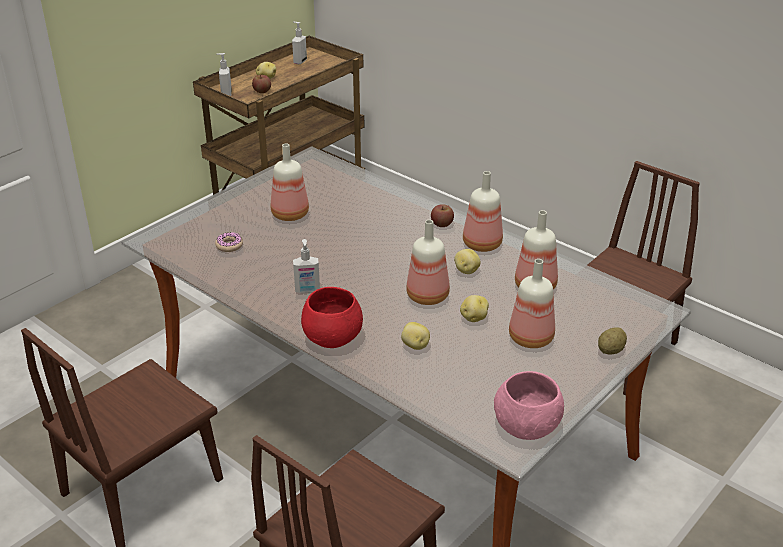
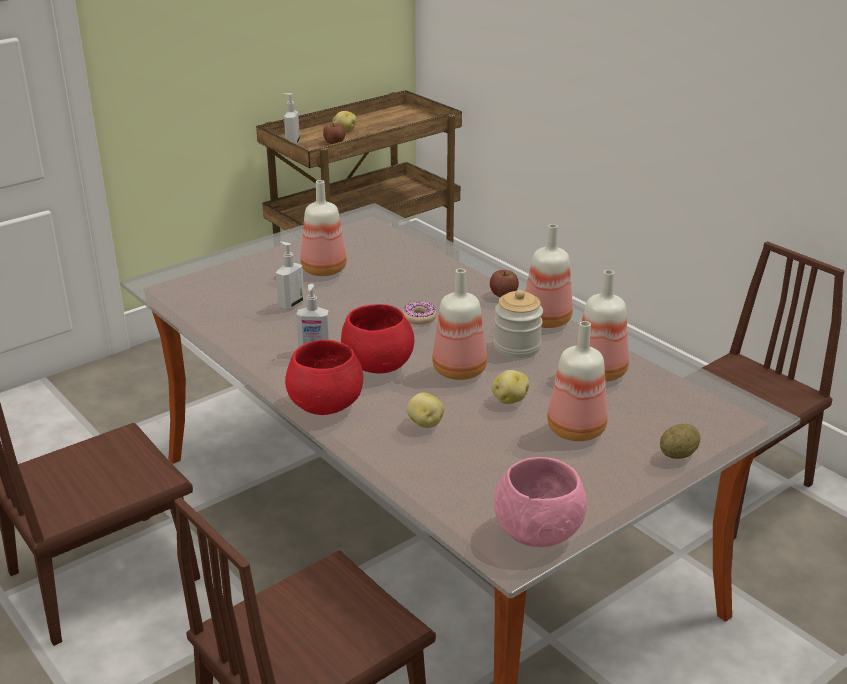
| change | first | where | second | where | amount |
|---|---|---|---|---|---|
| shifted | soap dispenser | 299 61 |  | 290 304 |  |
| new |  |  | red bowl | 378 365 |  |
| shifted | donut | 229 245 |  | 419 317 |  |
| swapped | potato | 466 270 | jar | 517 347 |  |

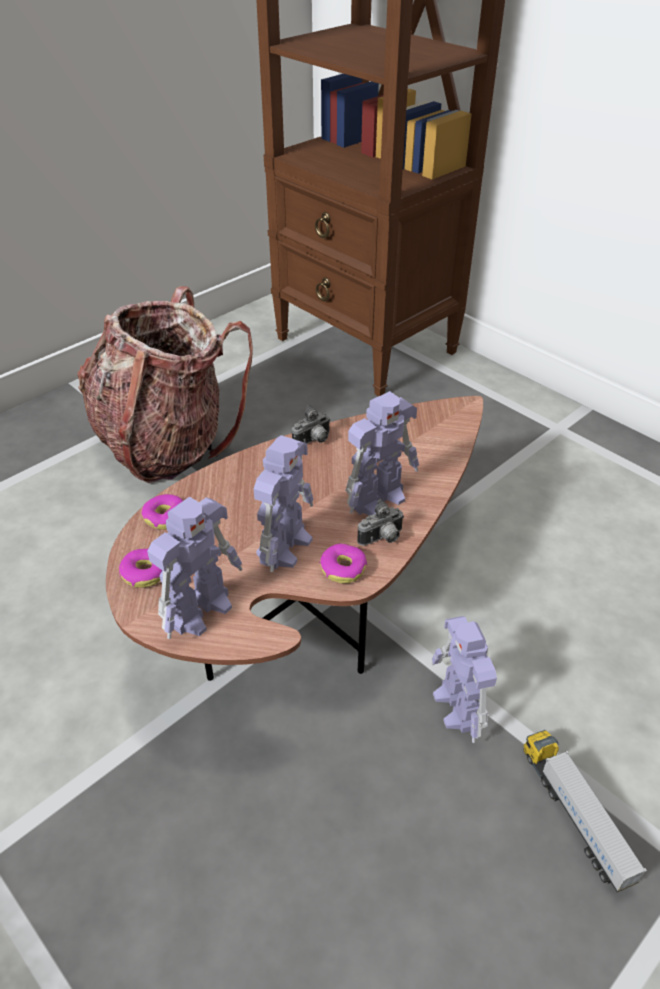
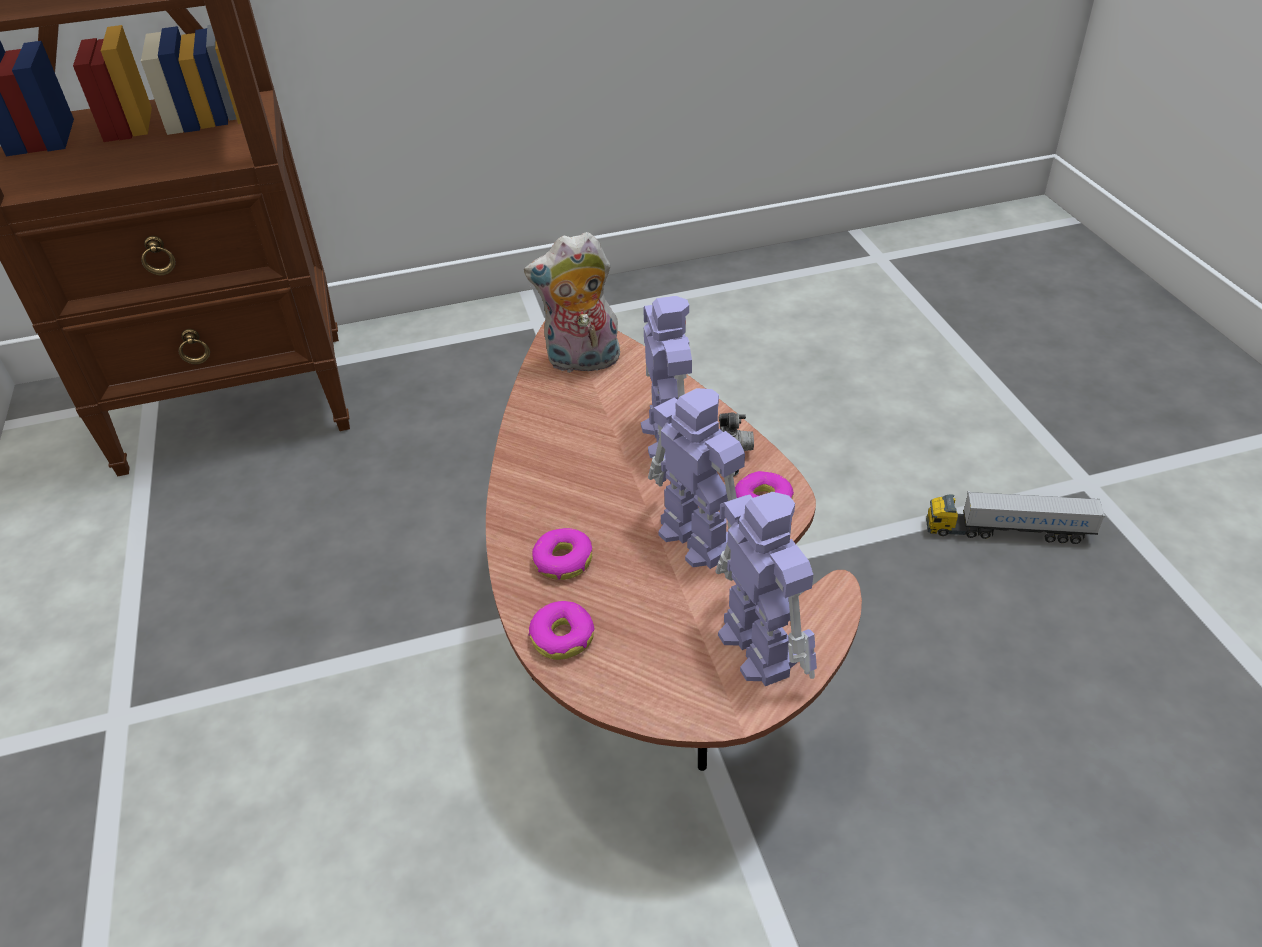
| change | first | where | second | where | amount |
|---|---|---|---|---|---|
| new |  |  | plush toy | 582 362 |  |
| shifted | donut | 144 573 |  | 563 561 |  |
| gone | backpack | 167 444 |  |  |  |
| gone | photo camera | 313 441 |  |  |  |
| gone | toy robot | 458 708 |  |  |  |

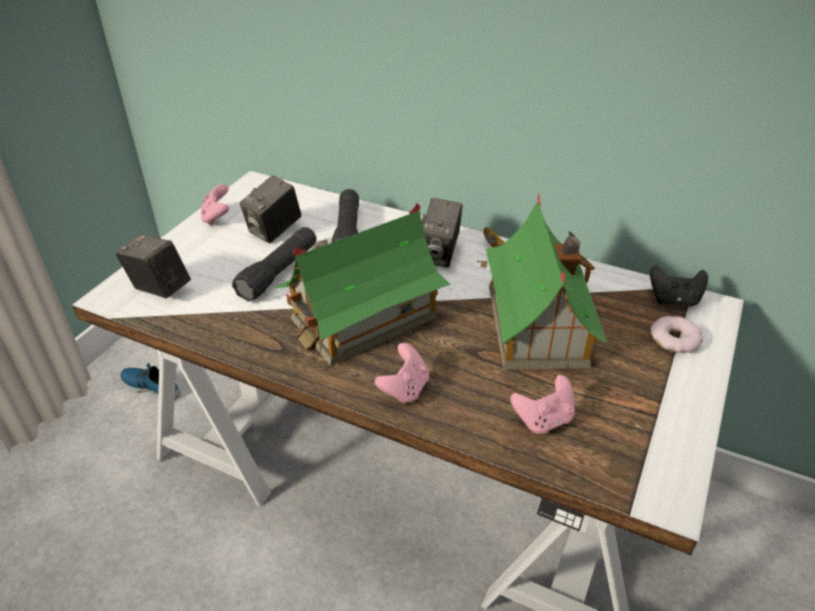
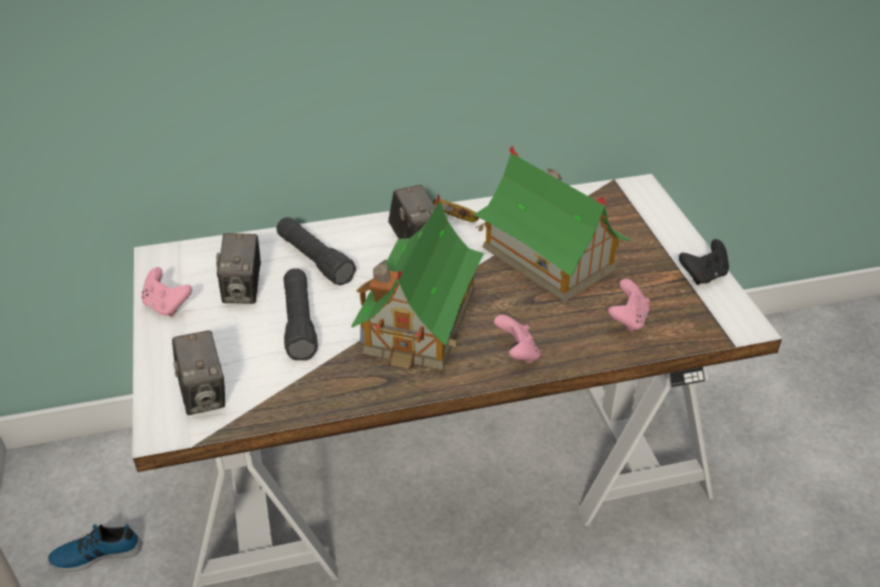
| change | first | where | second | where | amount |
|---|---|---|---|---|---|
| rotated | photo camera | 159 288 |  | 204 395 | 105 degrees counterclockwise |
| shifted | black game controller | 674 300 |  | 703 276 |  |
| gone | donut | 675 339 |  |  |  |

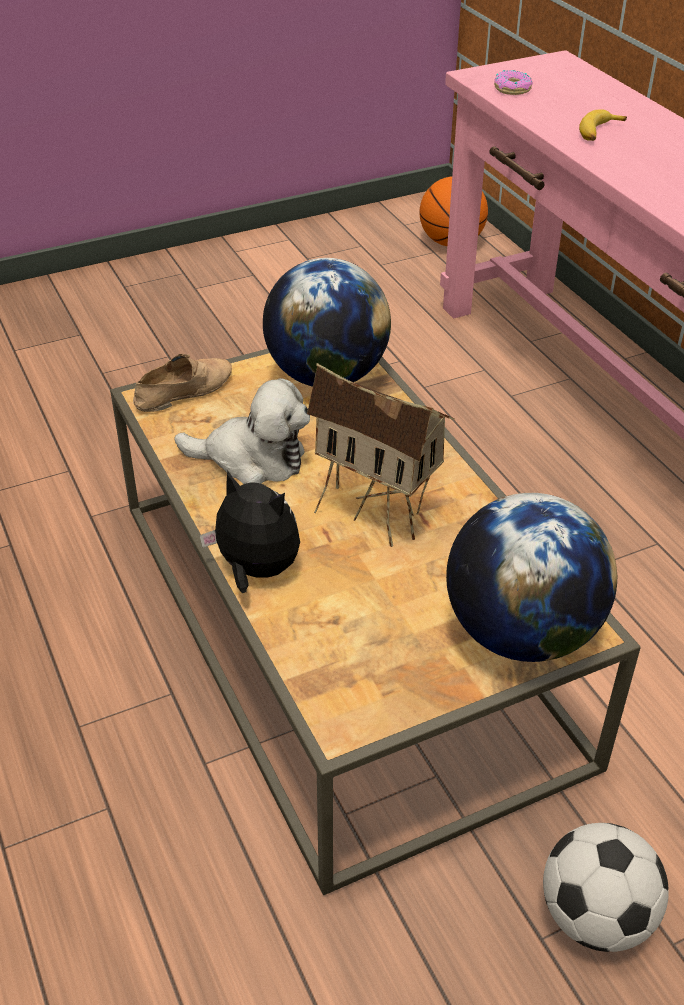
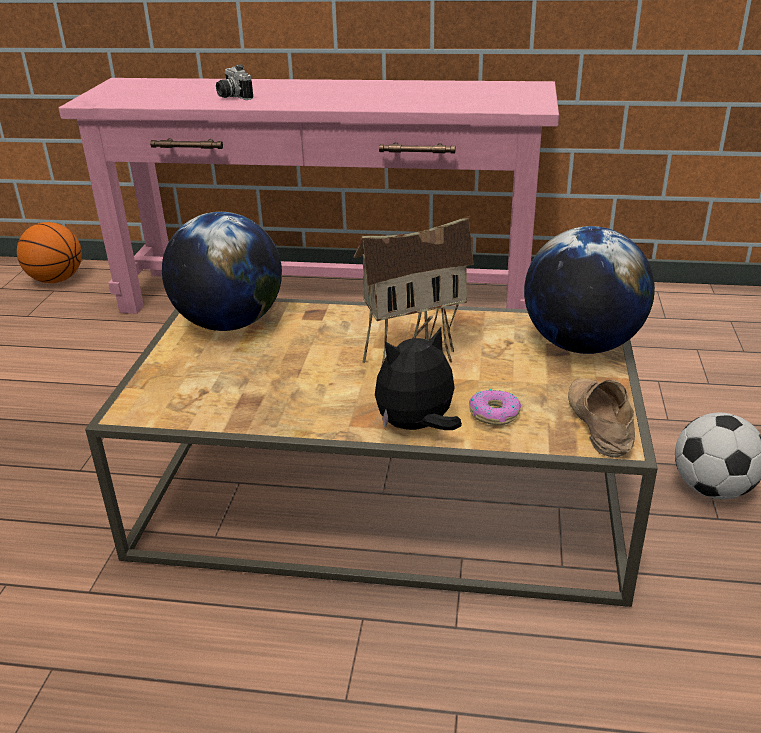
| change | first | where | second | where | amount |
|---|---|---|---|---|---|
| swapped | banana | 599 133 | photo camera | 232 97 |  |
| shifted | donut | 512 89 |  | 494 413 |  |
| shifted | beige shoe | 183 390 |  | 597 422 |  |
| gone | plush toy | 252 459 |  |  |  |

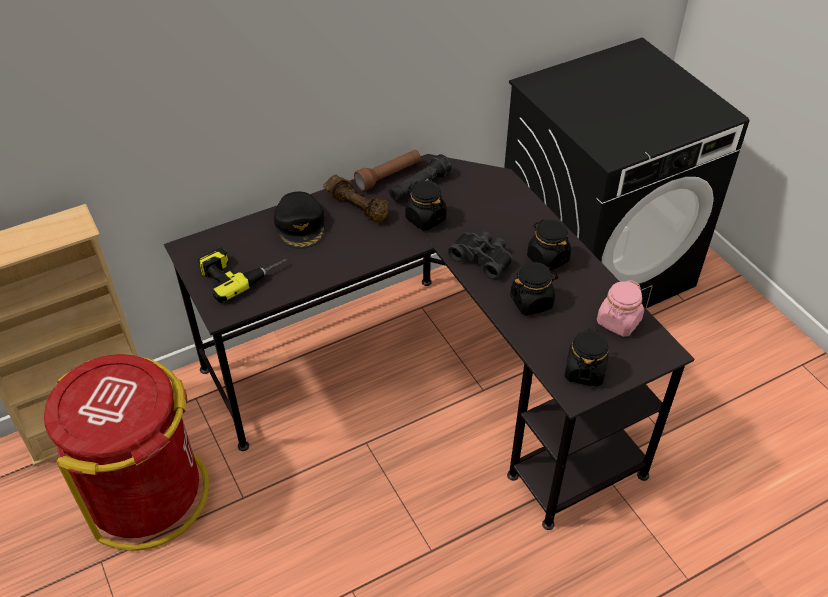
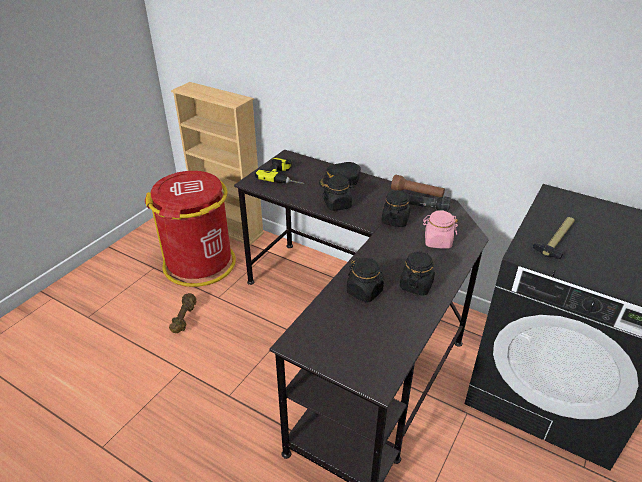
| change | first | where | second | where | amount |
|---|---|---|---|---|---|
| shifted | brown dumbbell | 358 207 |  | 184 318 |  |
| shifted | black jar | 584 371 |  | 338 204 |  |
| shifted | pink jar | 618 322 |  | 437 241 |  |
| new |  |  | hammer | 556 239 |  |
| gone | black binoculars | 482 258 |  |  |  |

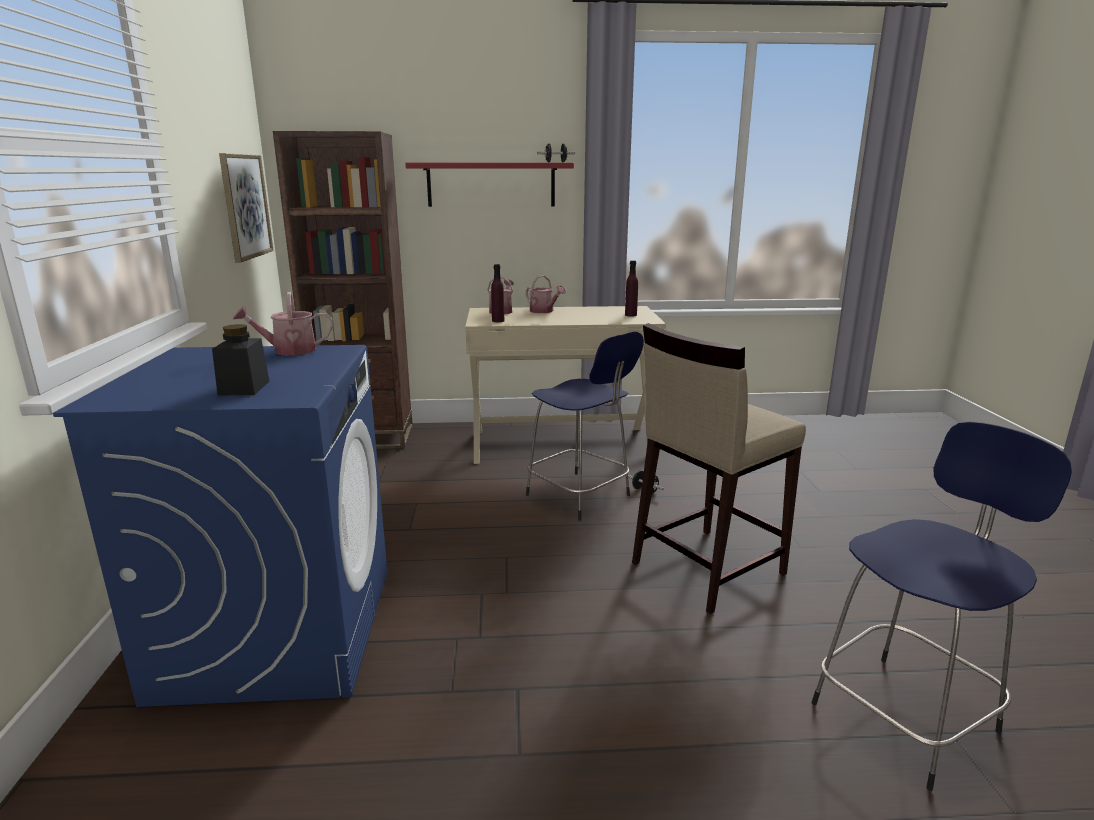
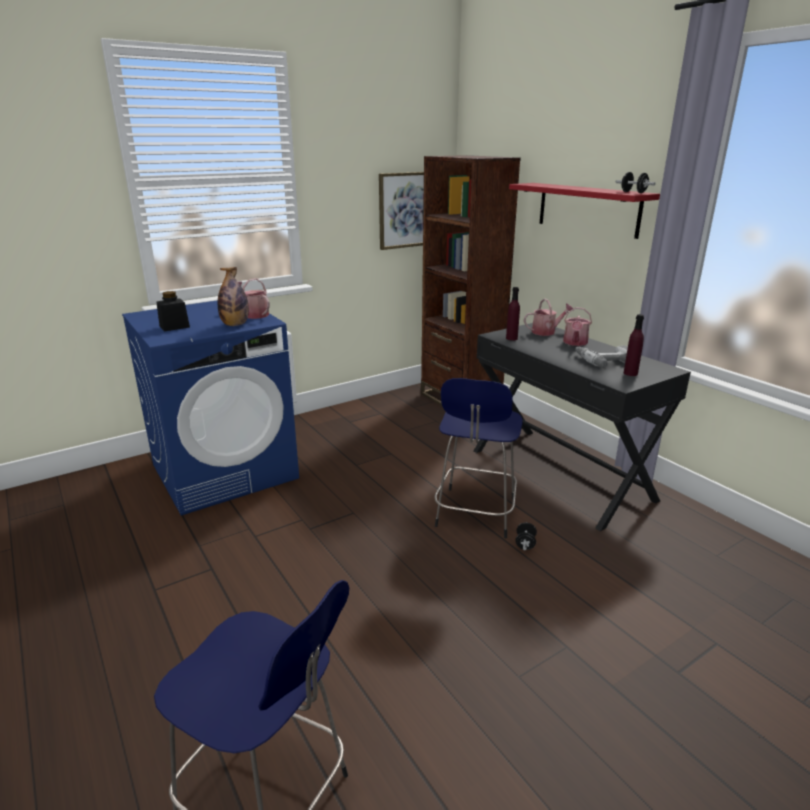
| change | first | where | second | where | amount |
|---|---|---|---|---|---|
| new |  |  | bottle | 235 325 |  |
| repainted | beige desk | 561 444 | black desk | 561 474 |  |
| new |  |  | power drill | 604 360 |  |
| gone | beige stool | 706 568 |  |  |  |

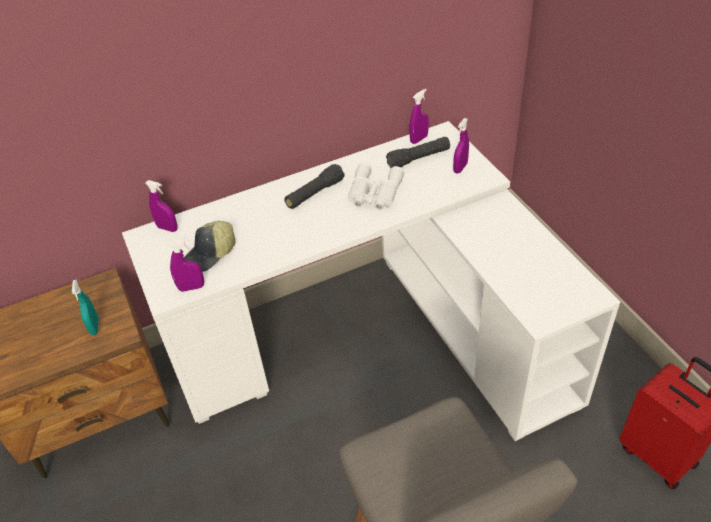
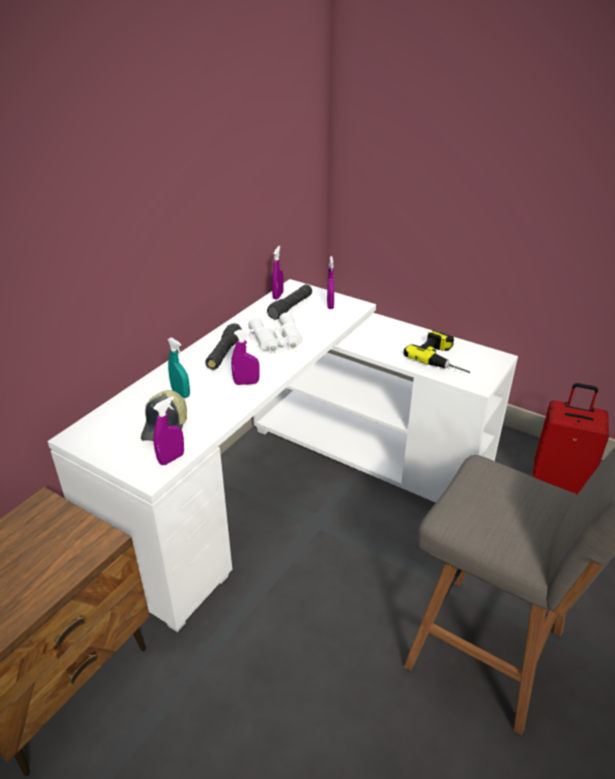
| change | first | where | second | where | amount |
|---|---|---|---|---|---|
| shifted | turquoise spray bottle | 94 327 |  | 181 393 |  |
| shifted | purple spray bottle | 167 228 |  | 246 383 |  |
| new |  |  | power drill | 444 358 |  |

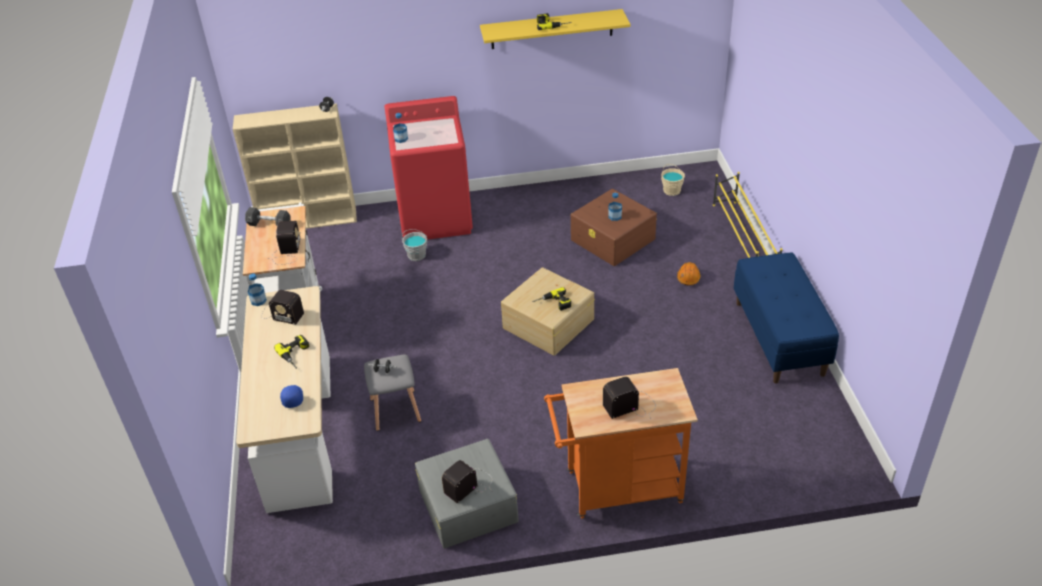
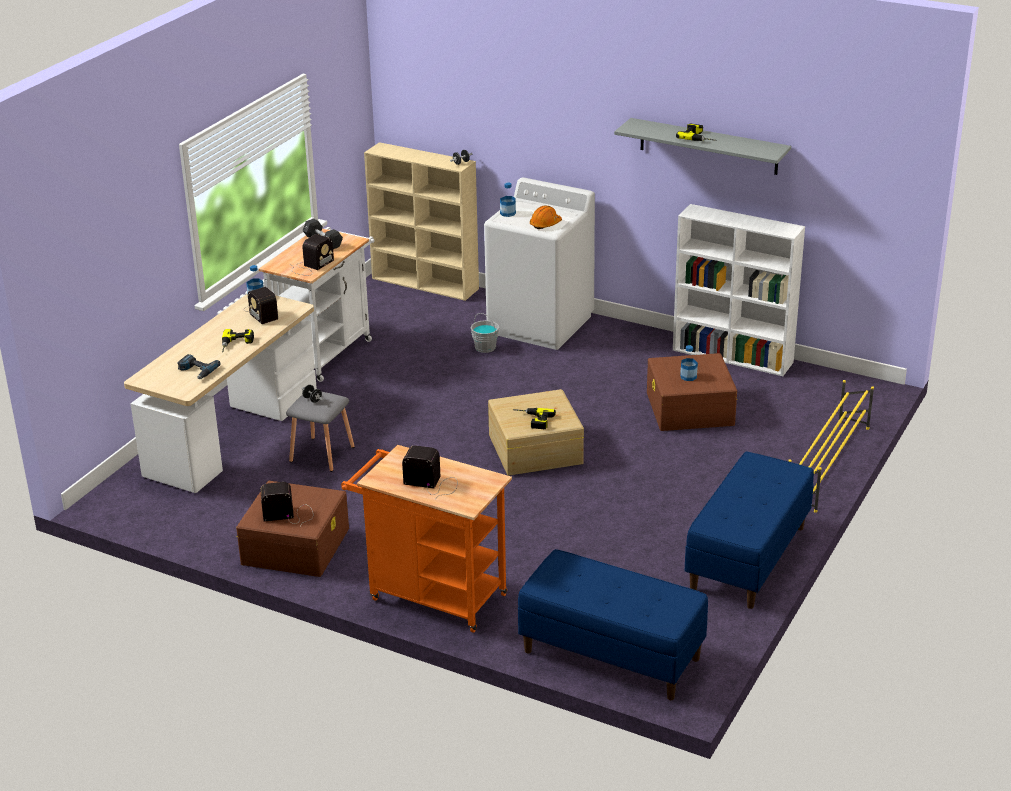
| change | first | where | second | where | amount |
|---|---|---|---|---|---|
| swapped | blue cap | 292 398 | power drill | 197 371 |  |
| repainted | grey storage box | 468 504 | brown storage box | 296 545 |  |
| repainted | red washing machine | 436 218 | white washing machine | 541 324 |  |
| new |  |  | blue bench | 610 655 |  |
| shifted | orange hard hat | 688 278 |  | 545 224 |  |
| repainted | yellow shelf | 551 29 | grey shelf | 708 146 |  |
| new |  |  | white bookcase | 733 356 |  |
| gone | beige bucket | 672 190 |  |  |  |

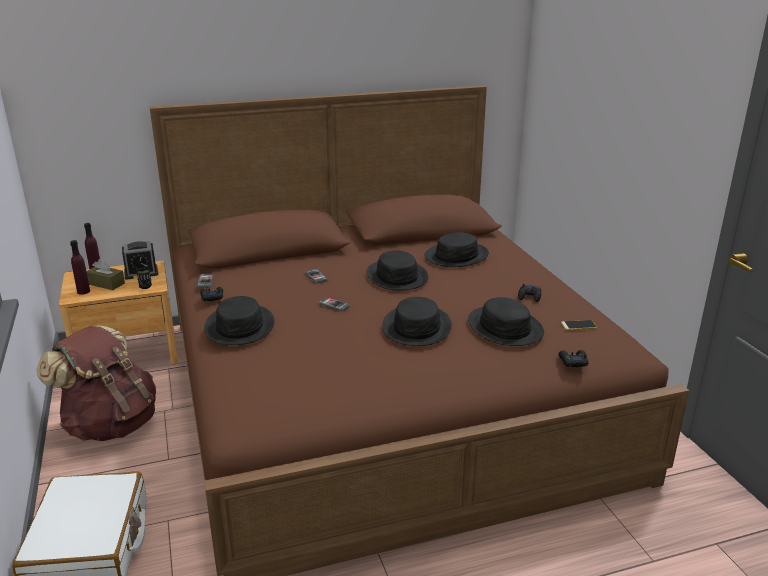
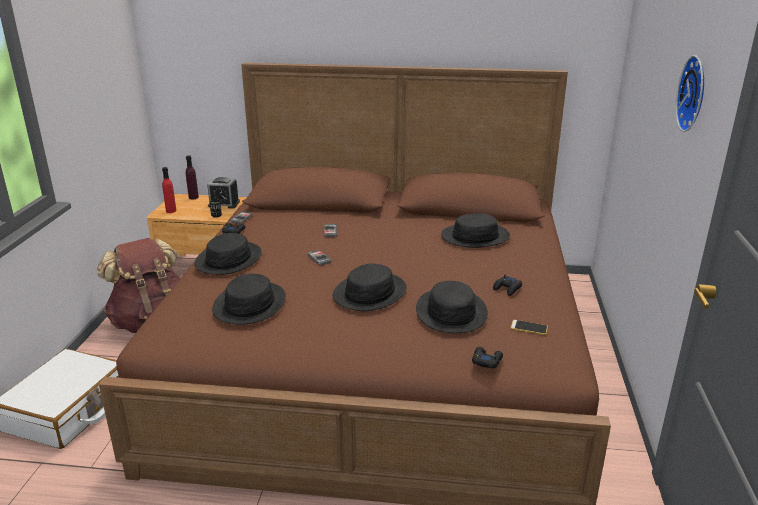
| change | first | where | second | where | amount |
|---|---|---|---|---|---|
| repainted | purple bottle | 83 291 | red bottle | 171 211 |  |
| shifted | black hat | 397 276 |  | 250 304 |  |
| new |  |  | wall clock | 695 94 |  |
| gone | brown tissue box | 106 284 |  |  |  |

